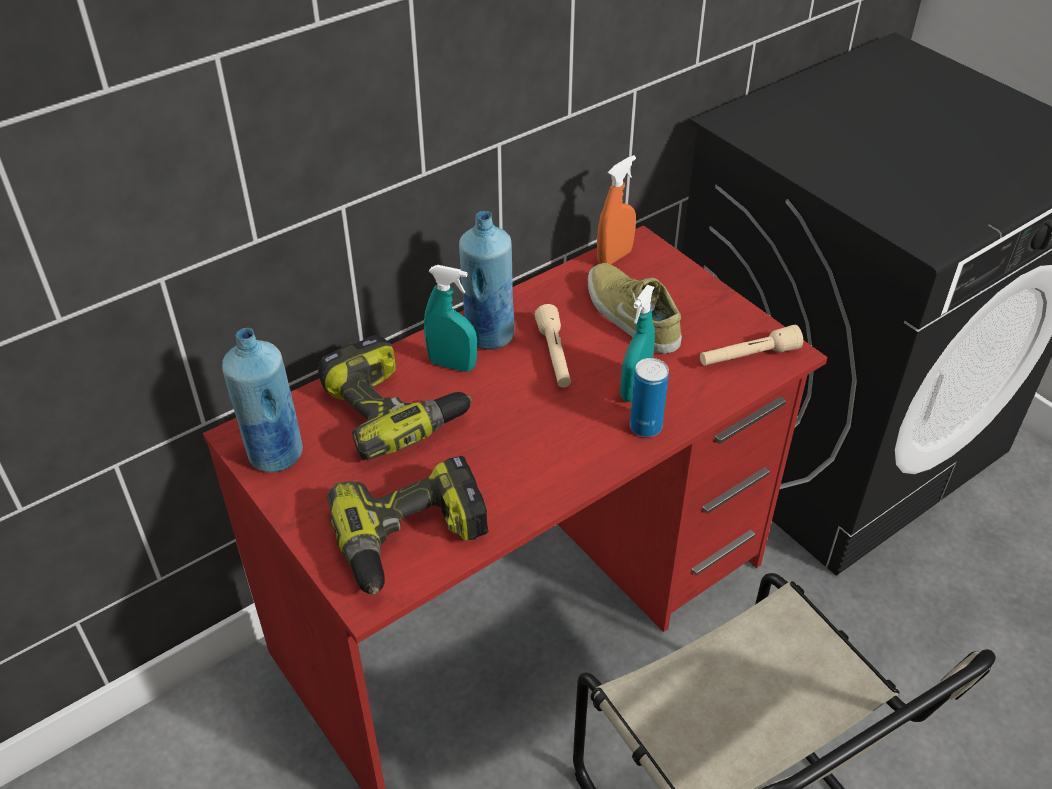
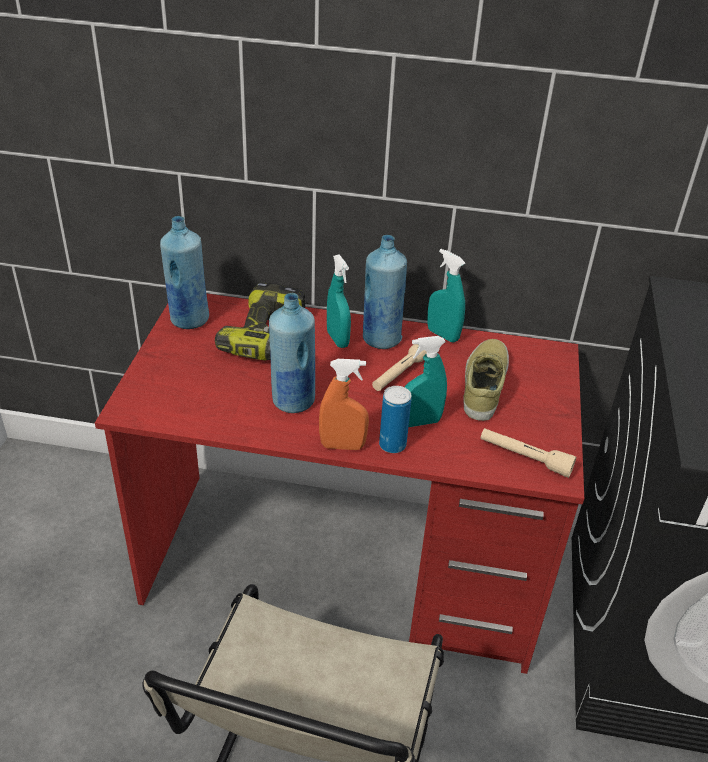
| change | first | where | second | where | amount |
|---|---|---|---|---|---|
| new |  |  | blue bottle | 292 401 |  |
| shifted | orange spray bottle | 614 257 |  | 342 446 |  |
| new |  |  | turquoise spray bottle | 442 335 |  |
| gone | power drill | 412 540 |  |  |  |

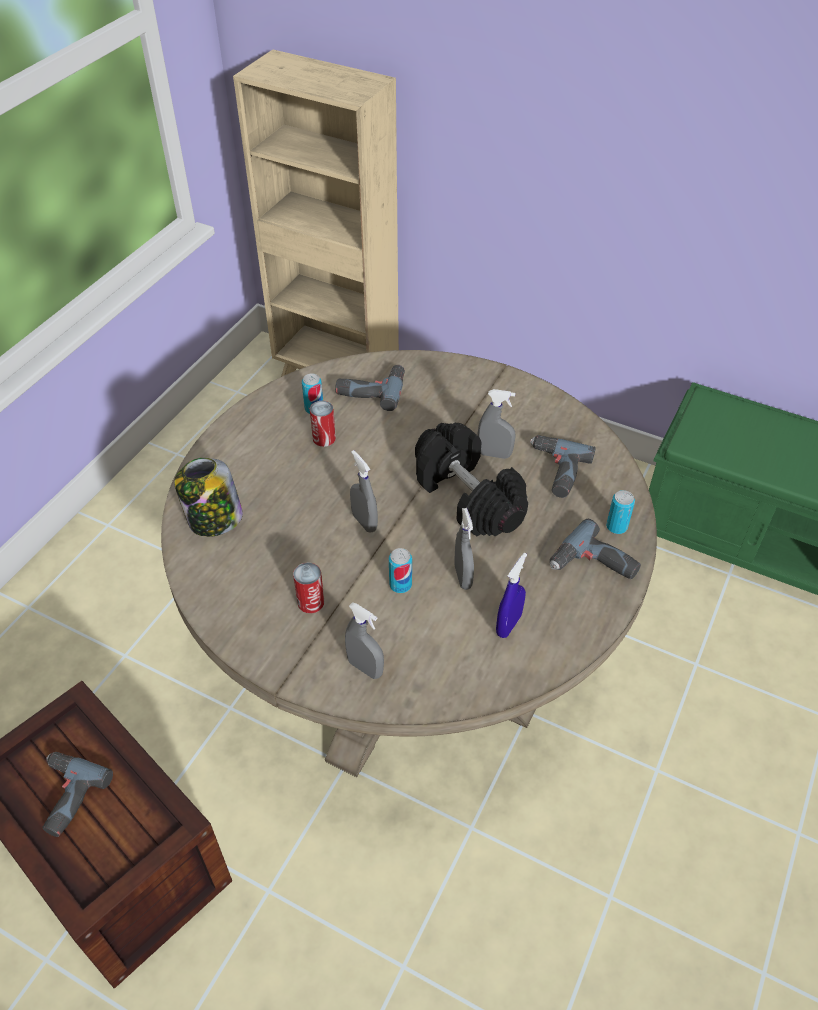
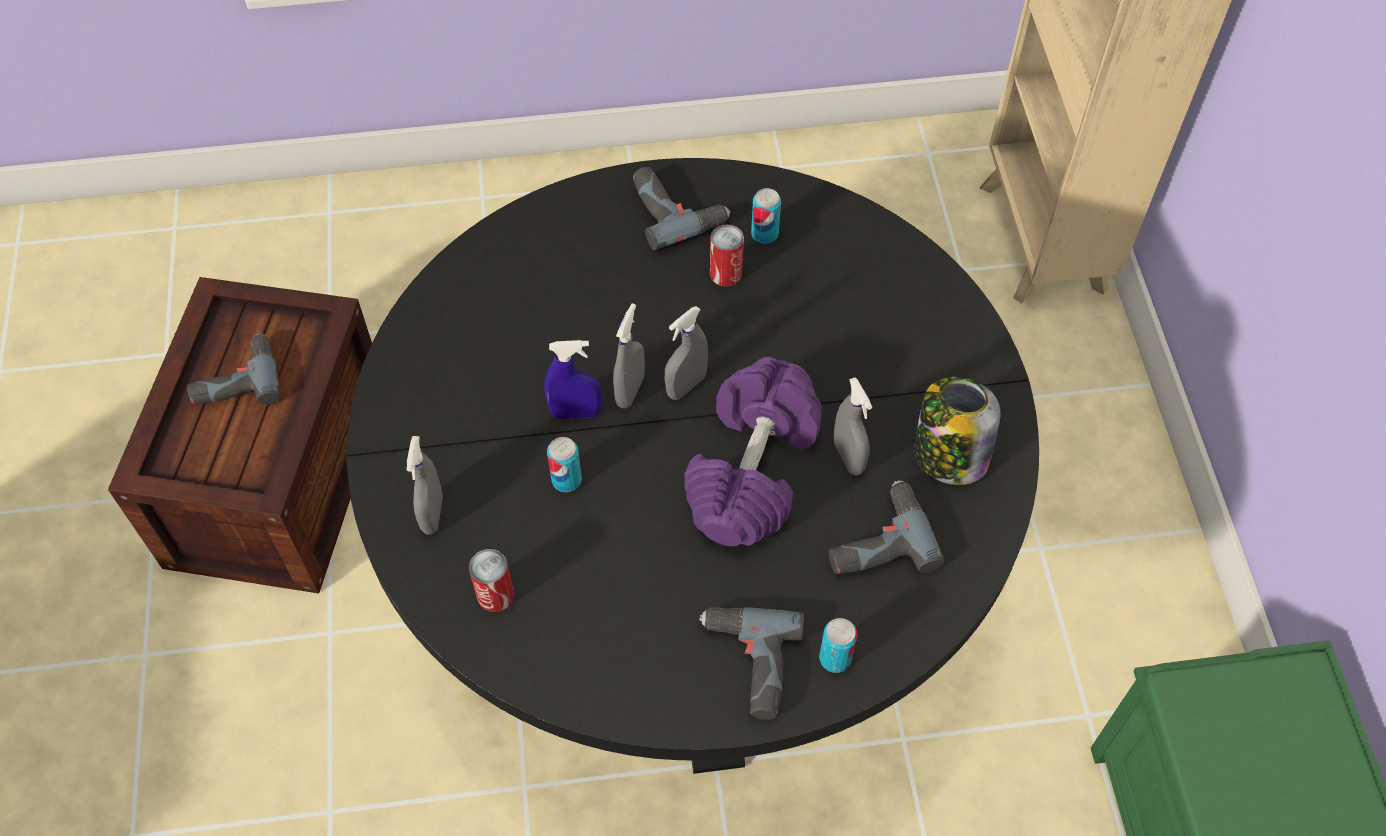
| change | first | where | second | where | amount |
|---|---|---|---|---|---|
| repainted | beige dining table | 409 657 | black dining table | 693 587 |  |
| shifted | can | 310 602 |  | 495 595 |  |
| shifted | blue spray bottle | 508 625 |  | 575 413 |  |
| shifted | power drill | 371 389 |  | 676 209 |  |
| shifted | grey spray bottle | 463 577 |  | 686 386 |  |
| repainted | black dumbbell | 467 497 | purple dumbbell | 751 469 |  |
| shifted | jar | 214 520 |  | 949 456 |  |

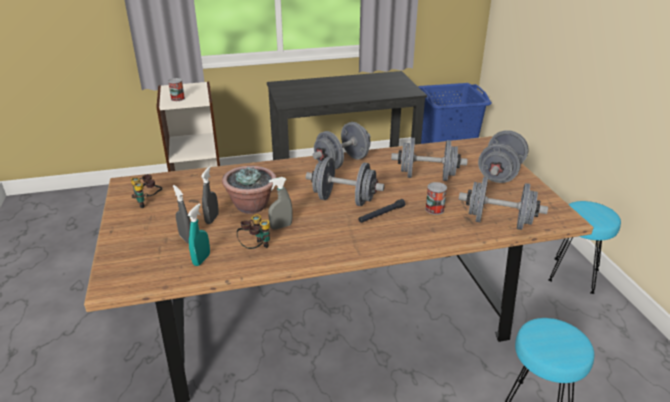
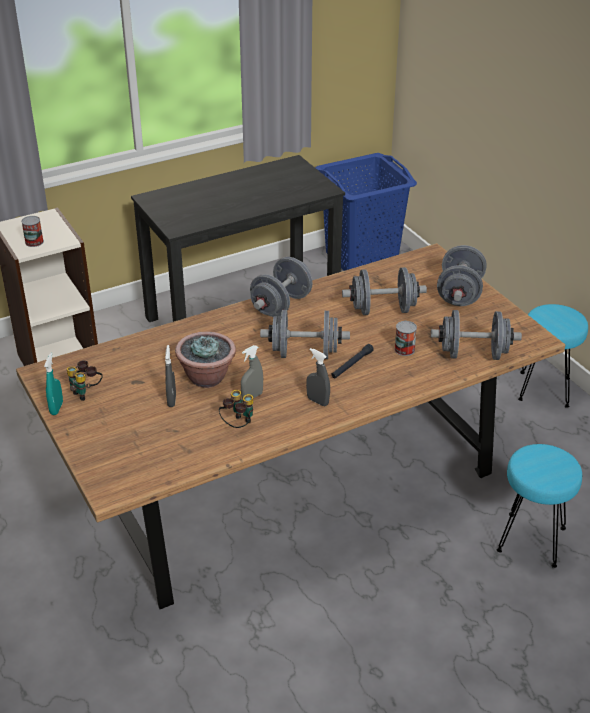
| change | first | where | second | where | amount |
|---|---|---|---|---|---|
| shifted | turquoise spray bottle | 201 259 |  | 56 408 |  |
| shifted | grey spray bottle | 186 238 |  | 317 401 |  |

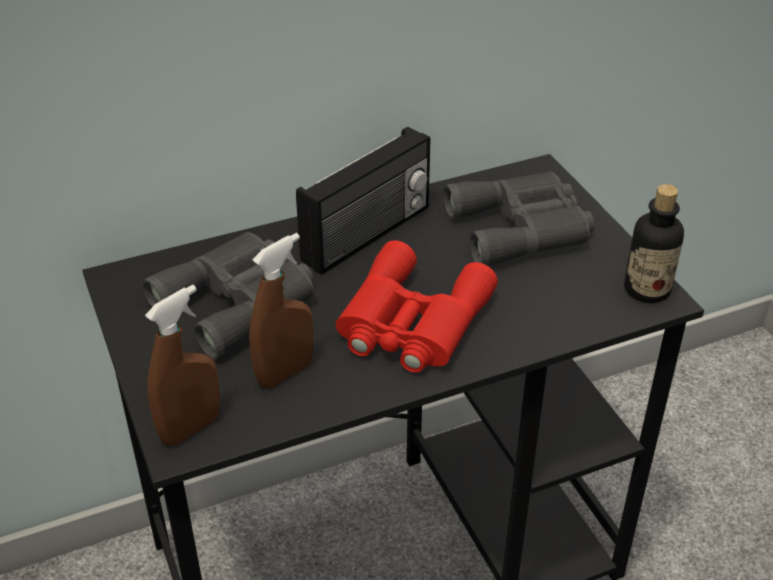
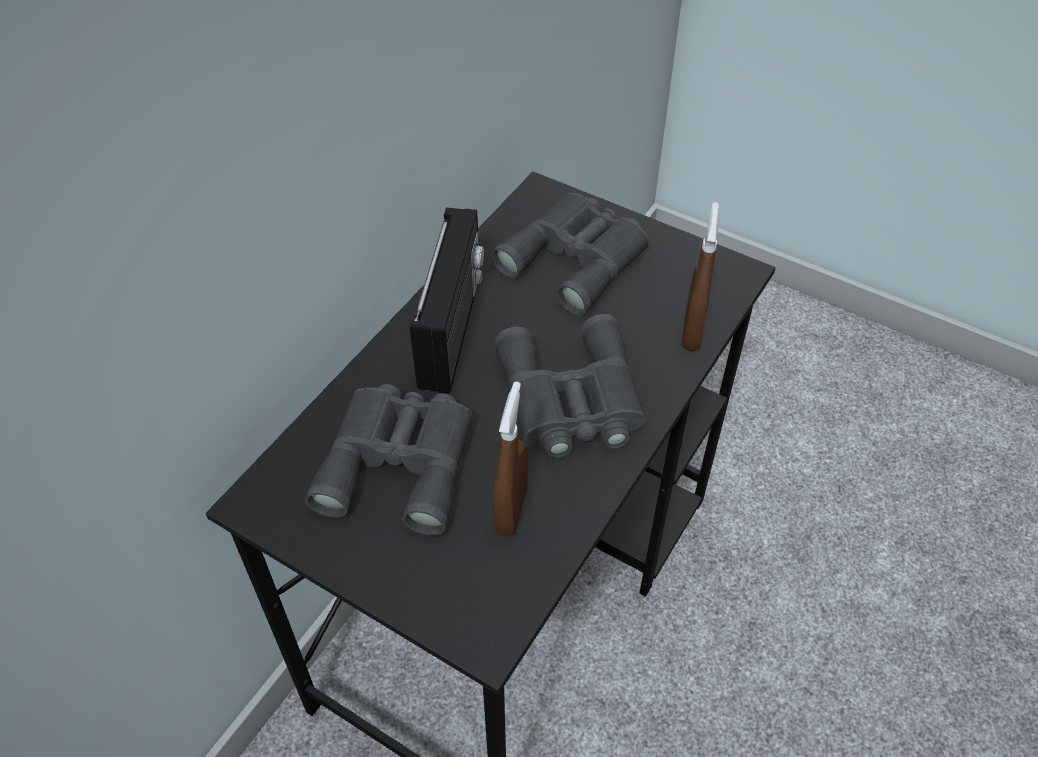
| change | first | where | second | where | amount |
|---|---|---|---|---|---|
| repainted | red binoculars | 410 323 | grey binoculars | 571 400 |  |
| shifted | brown spray bottle | 191 428 |  | 692 332 |  |
| gone | bottle | 646 289 |  |  |  |

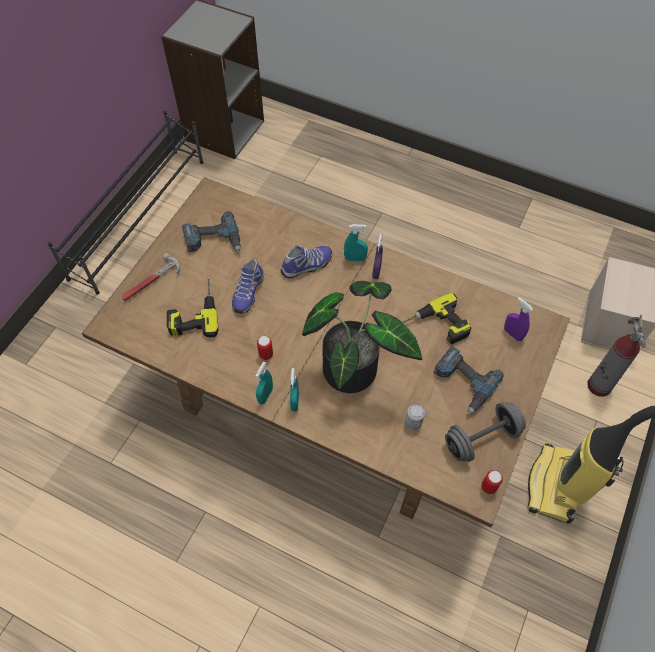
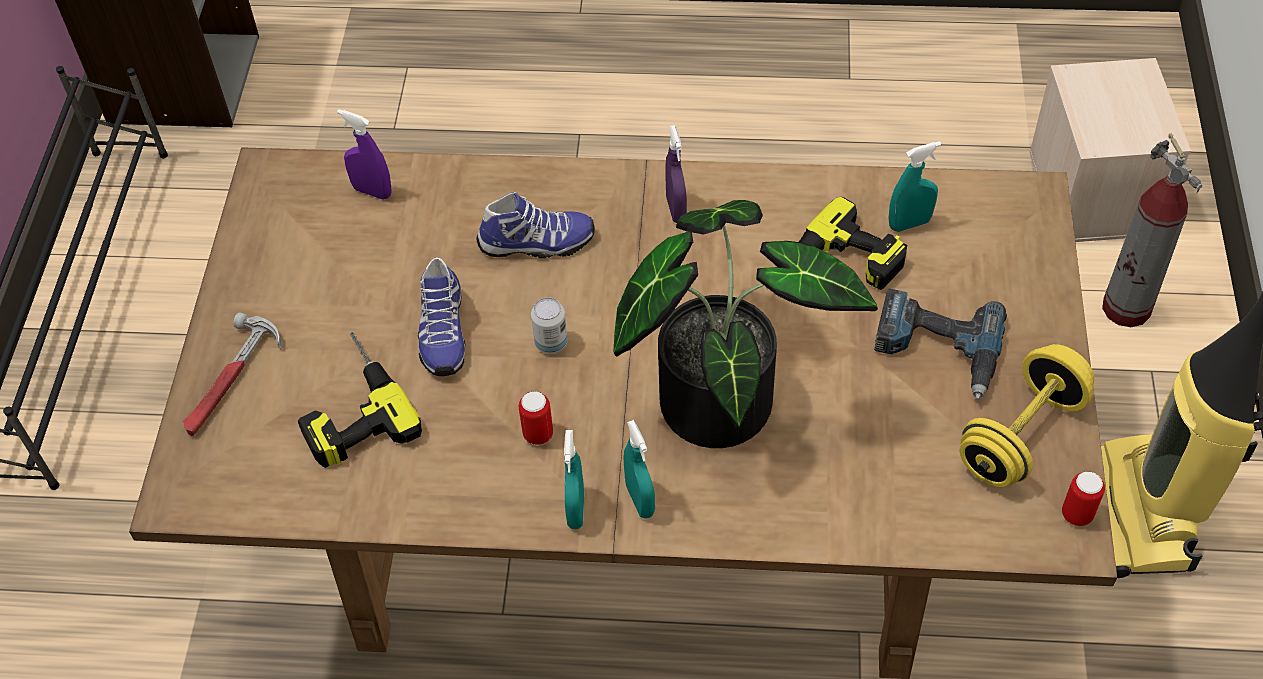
| change | first | where | second | where | amount |
|---|---|---|---|---|---|
| shifted | purple spray bottle | 513 334 |  | 372 191 |  |
| rotated | shoe | 307 266 |  | 536 244 | 45 degrees clockwise |
| shifted | can | 413 422 |  | 551 343 |  |
| shifted | turquoise spray bottle | 355 258 |  | 909 224 |  |
| repainted | grey dumbbell | 481 439 | yellow dumbbell | 1021 435 |  |
| gone | power drill | 213 240 |  |  |  |

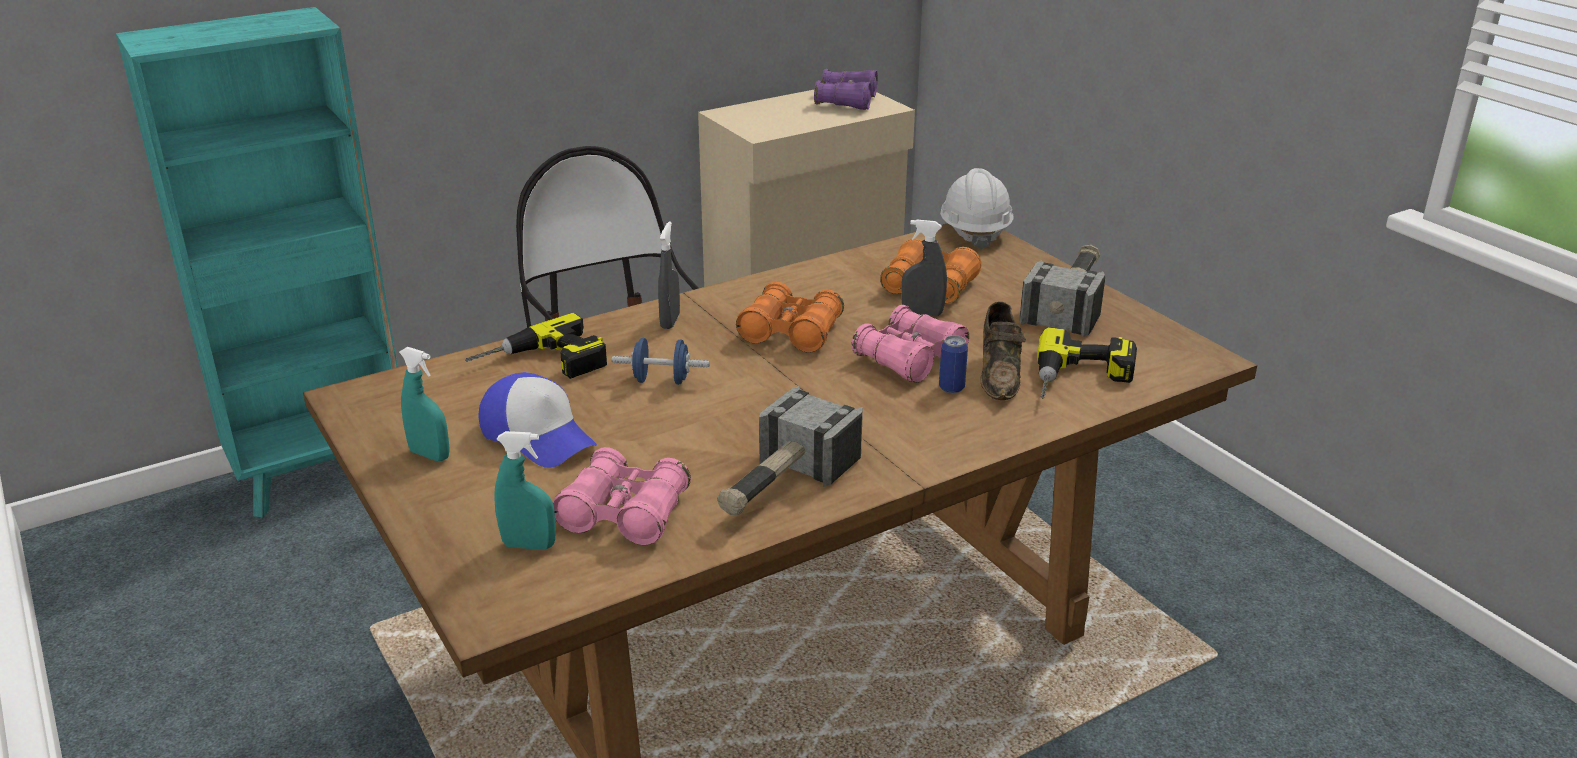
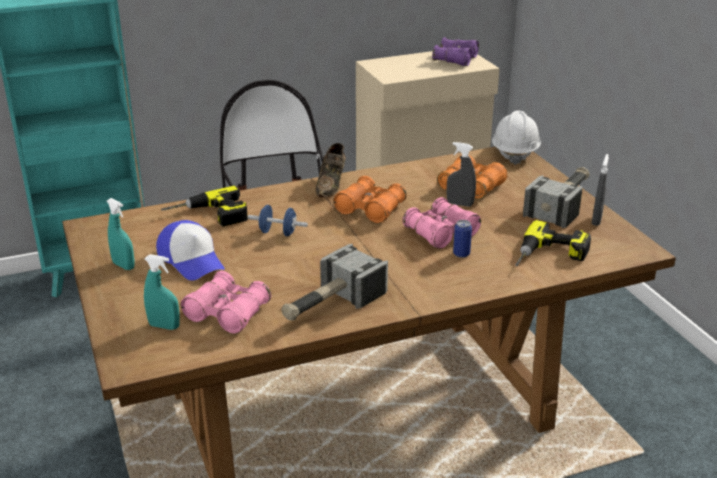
| change | first | where | second | where | amount |
|---|---|---|---|---|---|
| shifted | brown shoe | 999 375 |  | 331 185 |  |
| shifted | grey spray bottle | 670 321 |  | 596 220 |  |

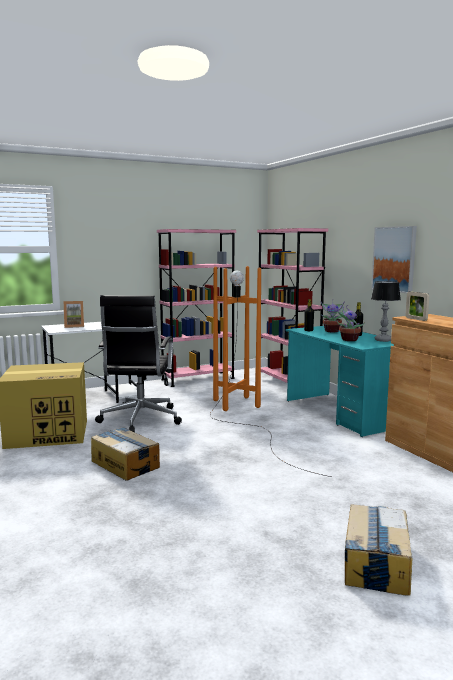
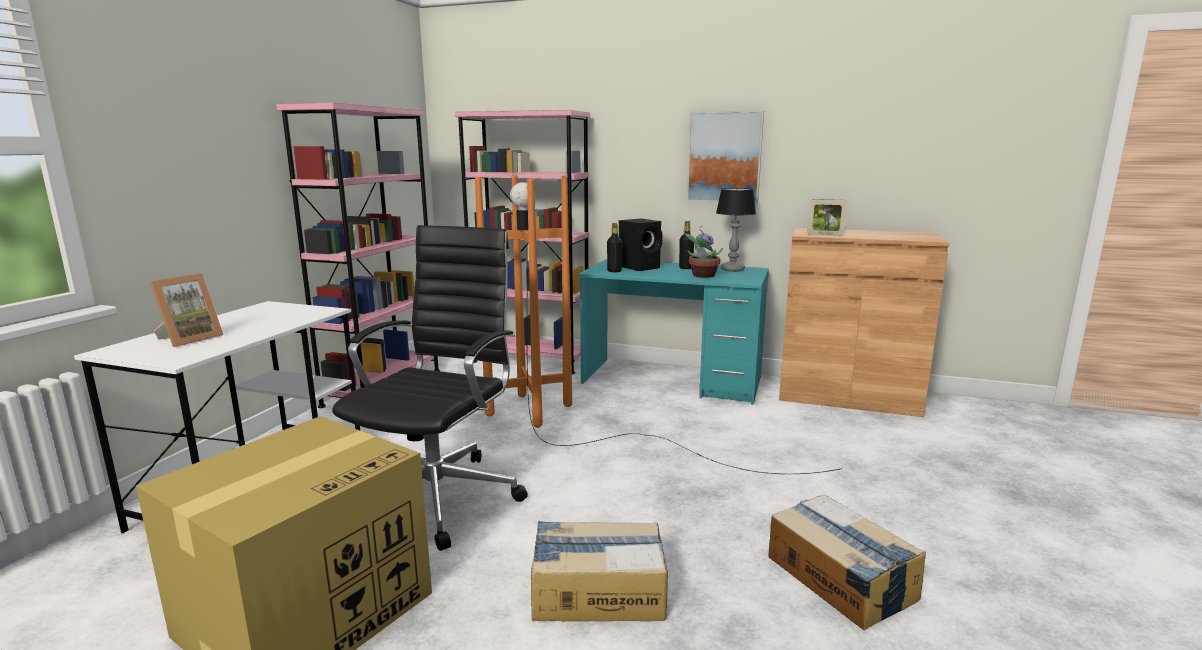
| change | first | where | second | where | amount |
|---|---|---|---|---|---|
| rotated | black office chair | 140 420 |  | 440 496 | 120 degrees counterclockwise |
| swapped | potted plant | 331 331 | black speaker | 640 267 |  |
| shifted | cardboard box | 376 563 |  | 840 578 |  |

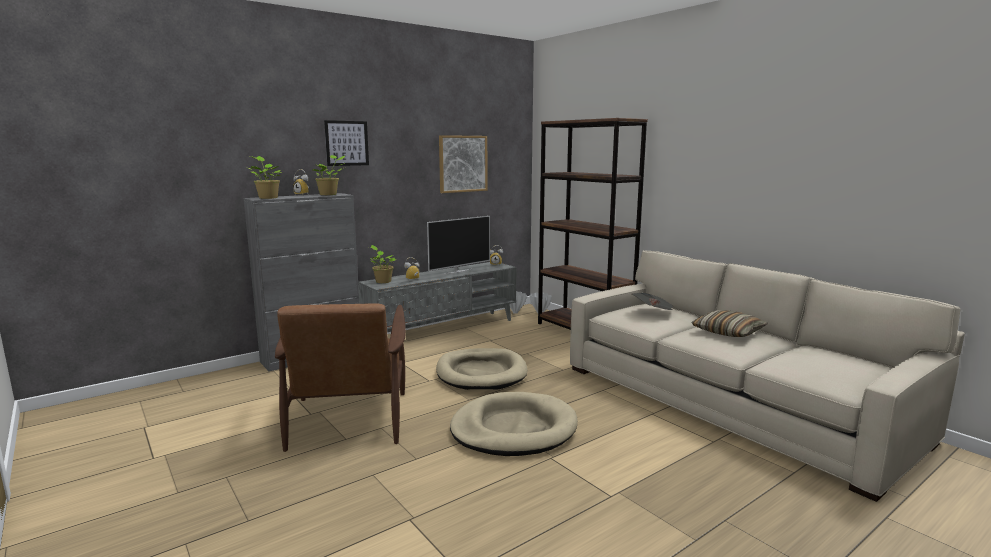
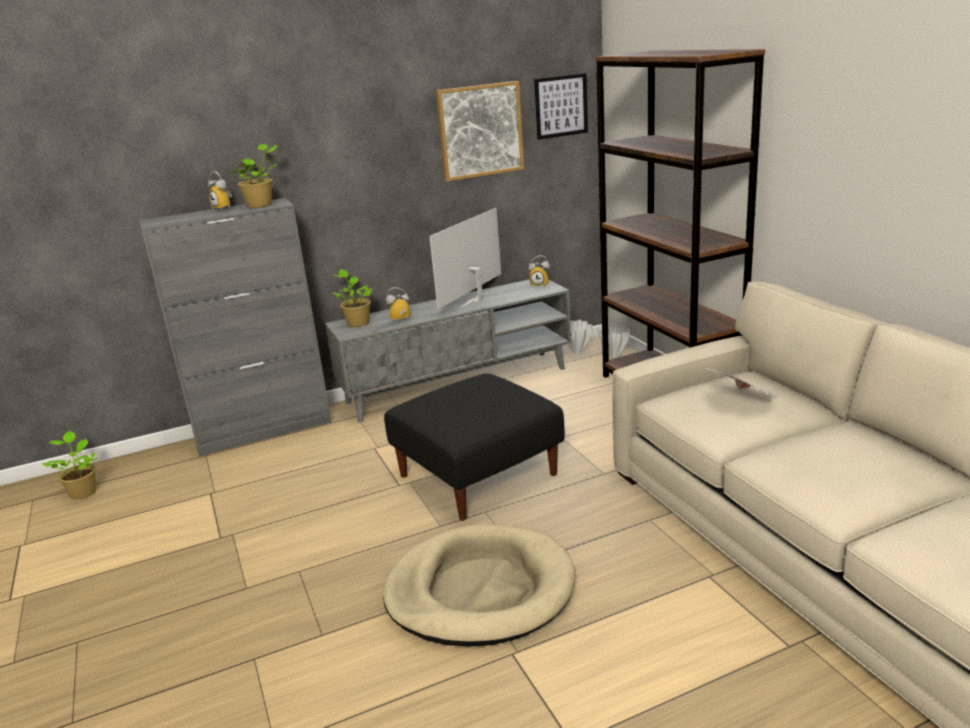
| change | first | where | second | where | amount |
|---|---|---|---|---|---|
| shifted | potted plant | 267 198 |  | 83 492 |  |
| swapped | beige dog bed | 481 373 | black ottoman | 478 474 |  |
| rotated | television | 458 271 |  | 476 300 | 150 degrees clockwise |
| shifted | picture | 347 143 |  | 561 106 |  |
| gone | brown armchair | 348 417 |  |  |  |
| gone | pillow | 728 332 |  |  |  |

